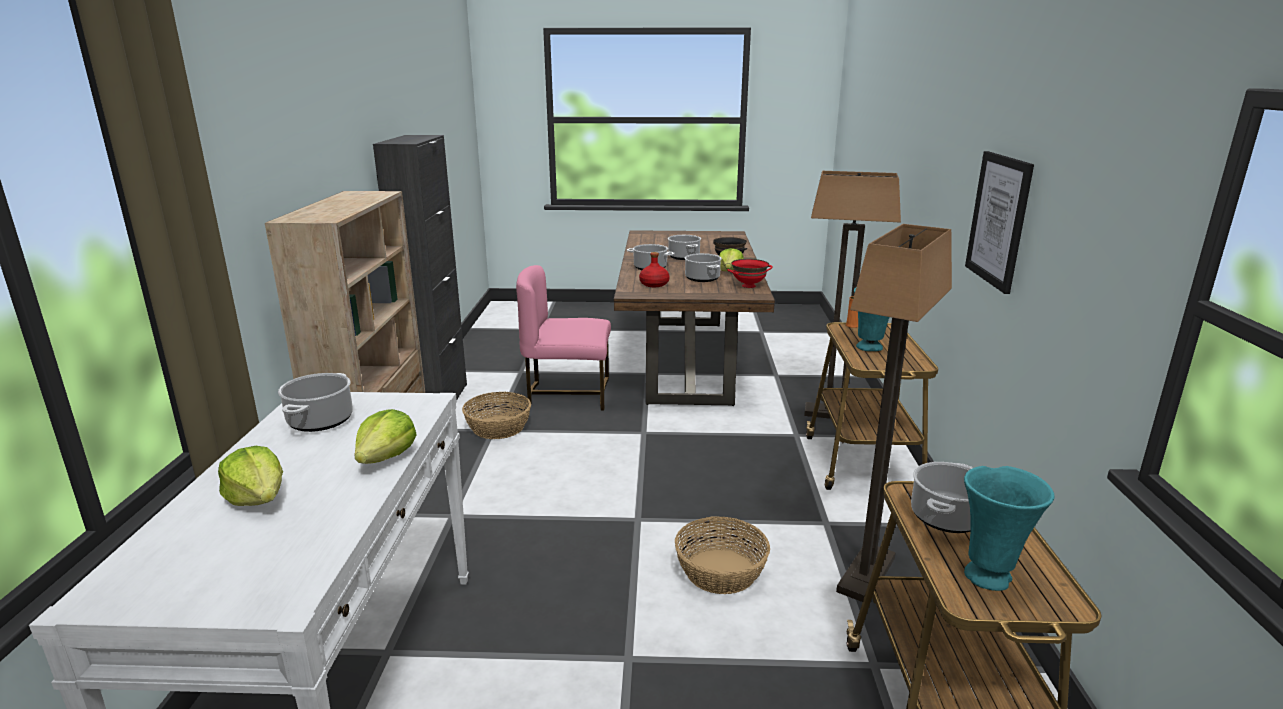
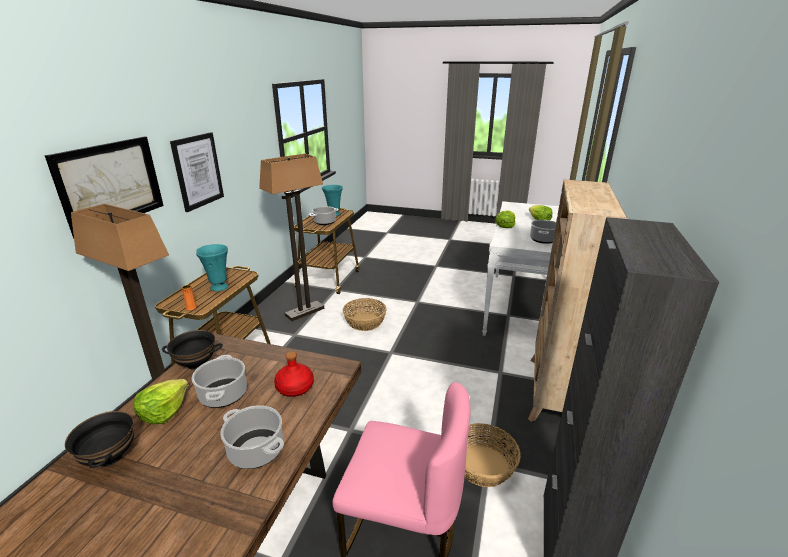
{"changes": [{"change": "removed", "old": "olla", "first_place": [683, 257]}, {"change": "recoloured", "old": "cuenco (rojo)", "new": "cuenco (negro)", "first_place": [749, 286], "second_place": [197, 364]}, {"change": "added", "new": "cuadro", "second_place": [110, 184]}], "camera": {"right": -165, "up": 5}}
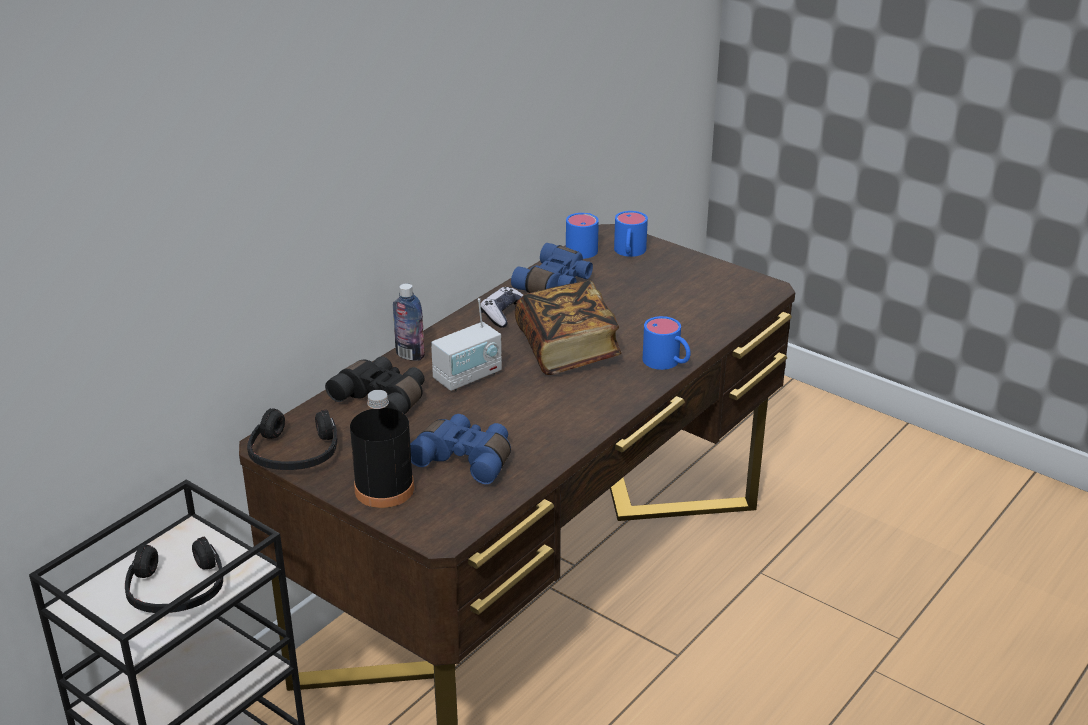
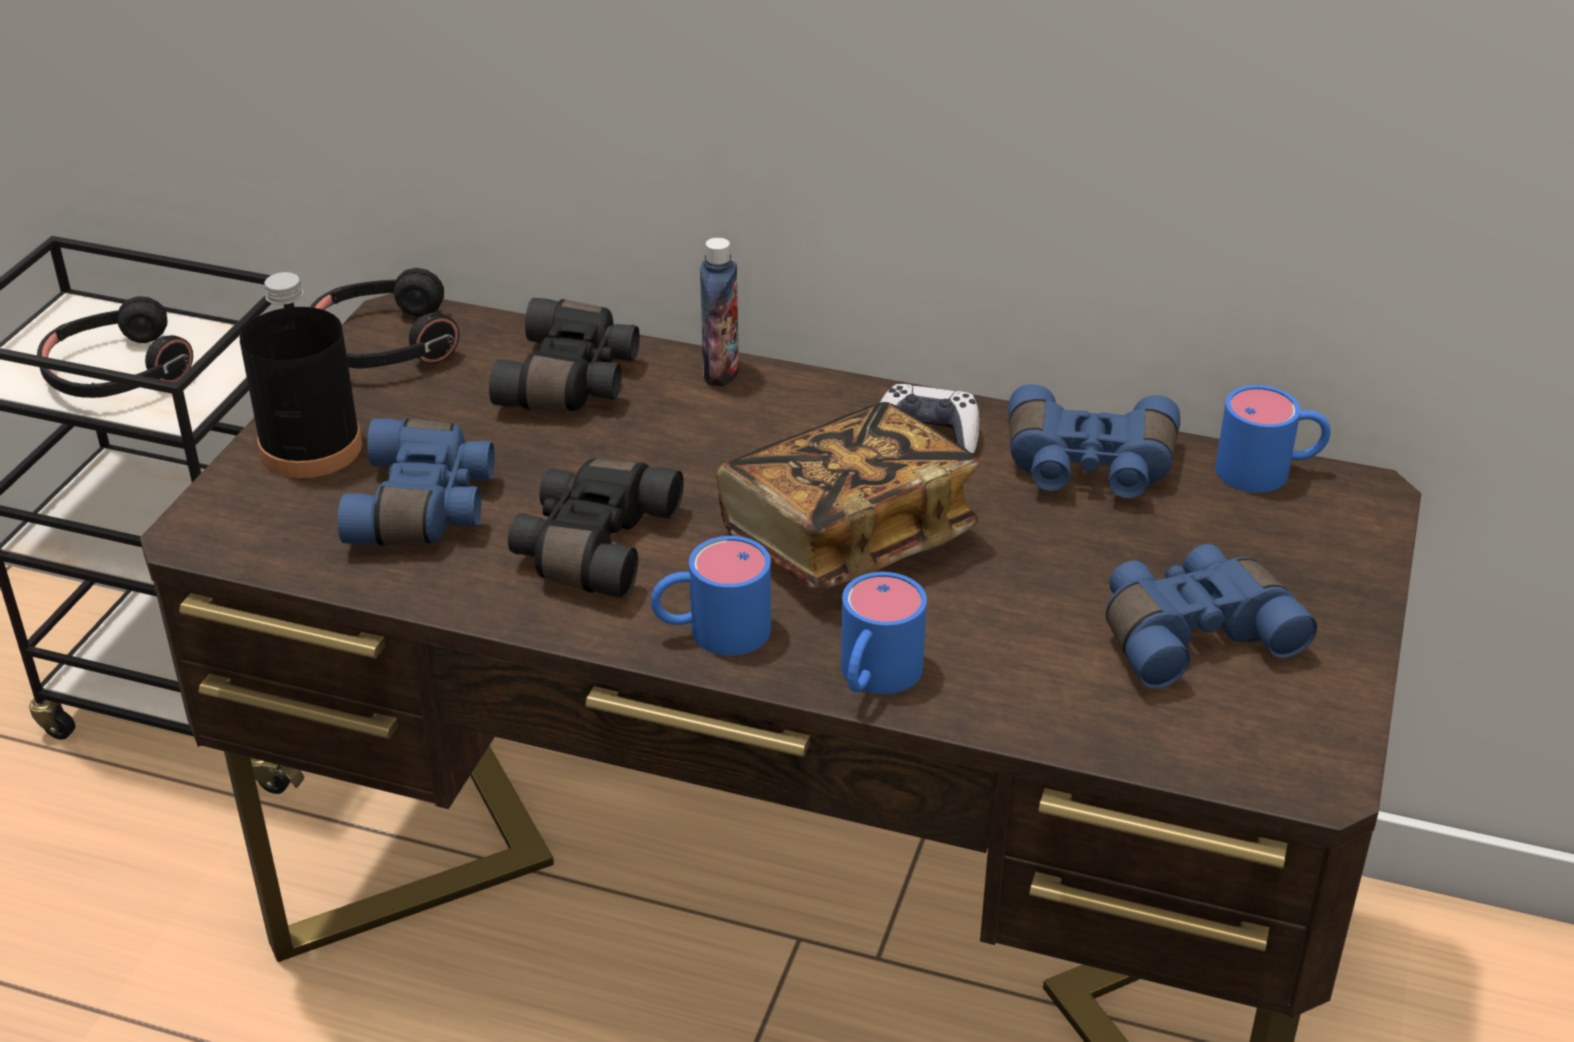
{"changes": [{"change": "moved", "old": "taza grande (azul)", "first_place": [629, 252], "second_place": [711, 631]}, {"change": "removed", "old": "radio", "first_place": [468, 376]}, {"change": "added", "new": "prismáticos (negro)", "second_place": [592, 545]}, {"change": "added", "new": "prismáticos (azul)", "second_place": [1192, 633]}], "camera": {"right": 70, "up": 5}}
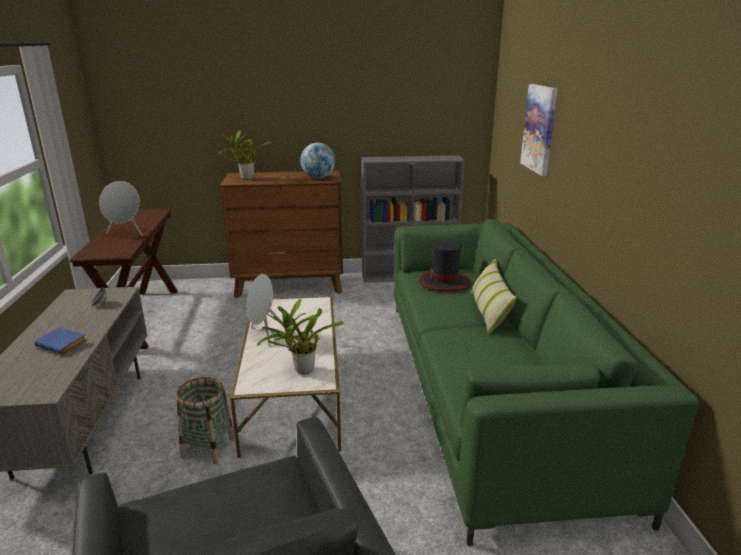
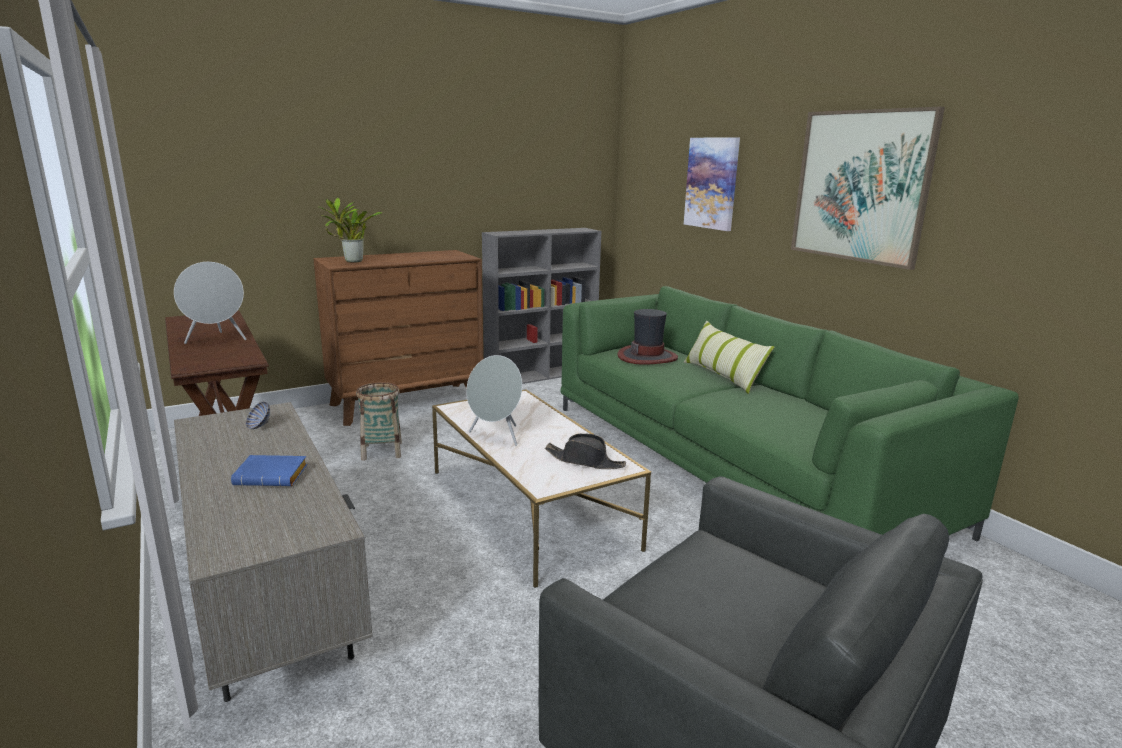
{"changes": [{"change": "removed", "old": "globo terráqueo", "first_place": [318, 178]}, {"change": "replaced", "old": "planta en maceta", "new": "sombrero (negro)", "first_place": [301, 370], "second_place": [585, 461]}, {"change": "moved", "old": "cesta", "first_place": [208, 447], "second_place": [382, 451]}, {"change": "added", "new": "cuadro", "second_place": [861, 186]}], "camera": {"right": -25, "up": -5}}
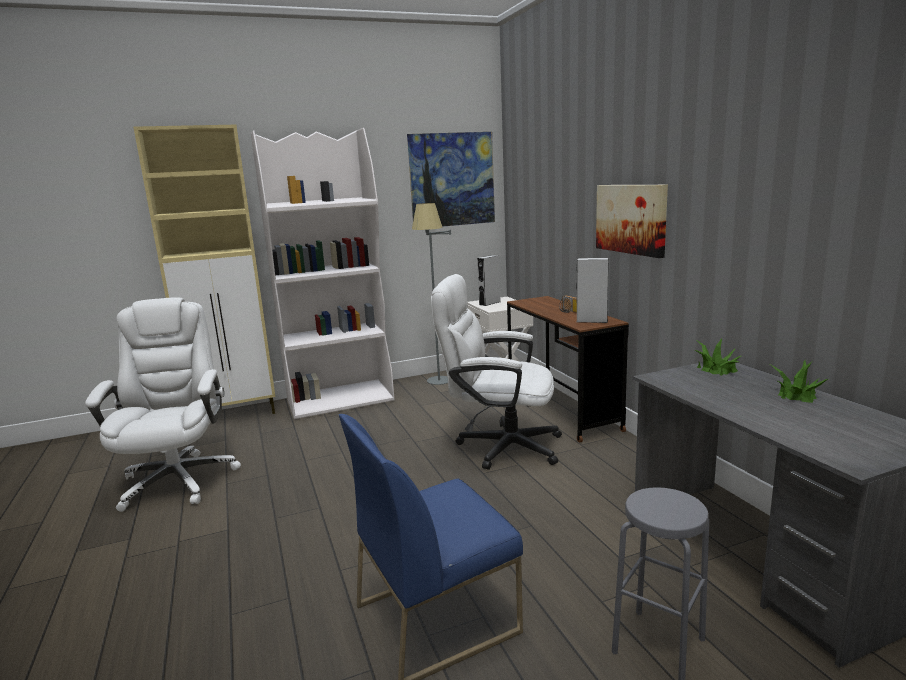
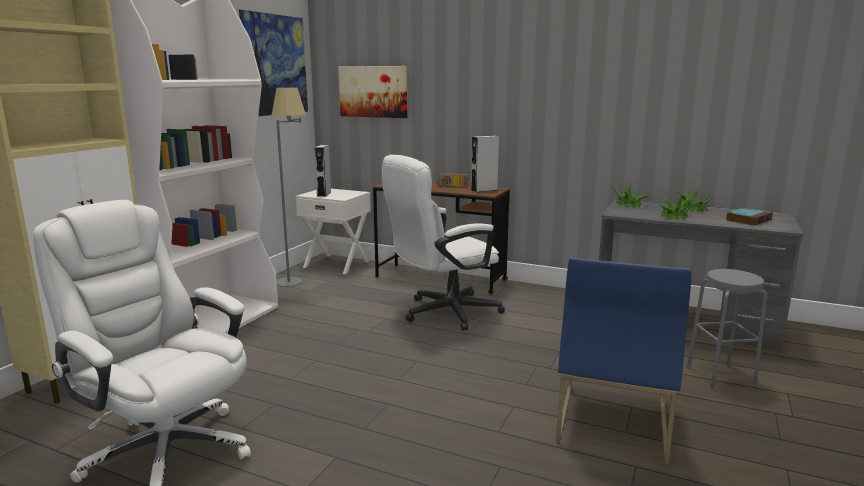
{"changes": [{"change": "moved", "old": "cuadro", "first_place": [631, 219], "second_place": [373, 91]}, {"change": "added", "new": "planta en maceta", "second_place": [674, 216]}, {"change": "added", "new": "libro", "second_place": [748, 220]}], "camera": {"right": -45, "up": 0}}
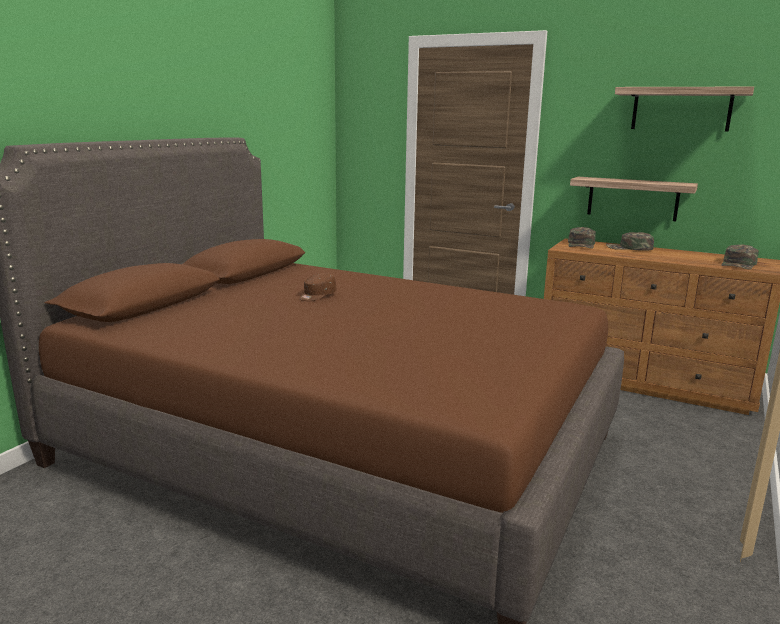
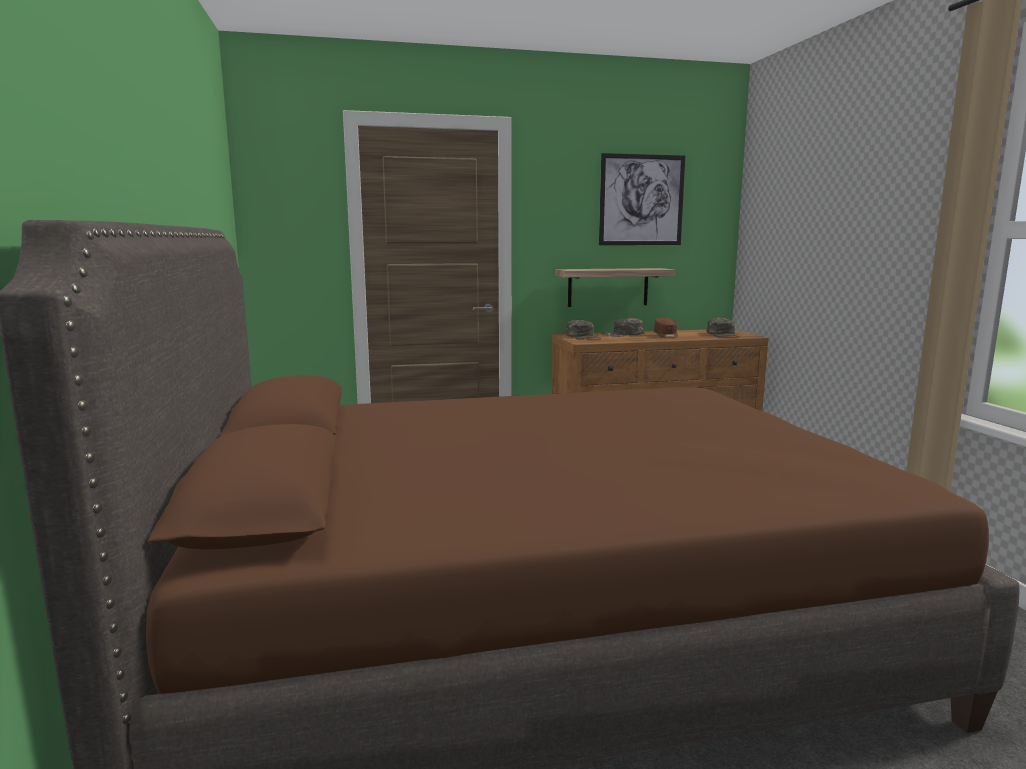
{"changes": [{"change": "replaced", "old": "estante", "new": "cuadro", "first_place": [681, 109], "second_place": [641, 200]}, {"change": "moved", "old": "gorra (marrón)", "first_place": [317, 296], "second_place": [666, 336]}], "camera": {"right": -40, "up": -5}}
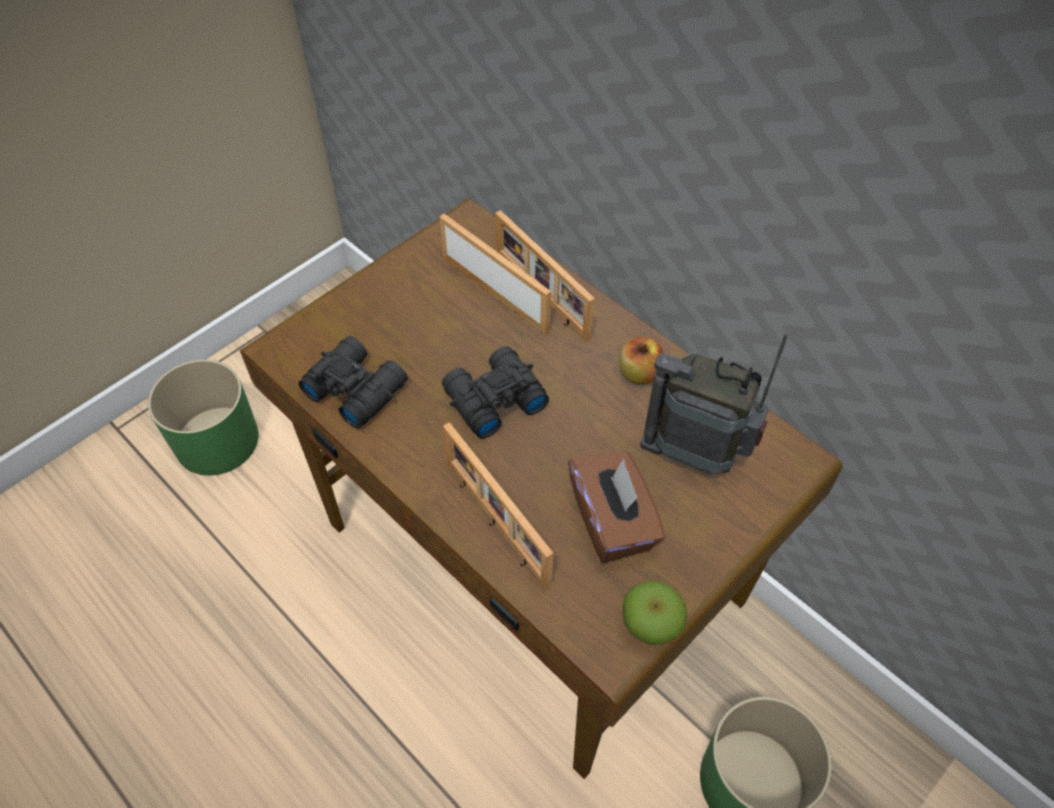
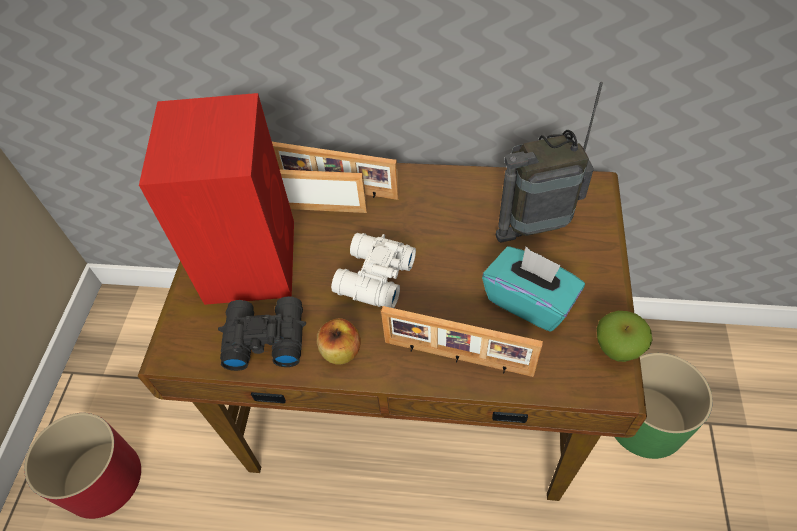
{"changes": [{"change": "moved", "old": "manzana", "first_place": [639, 373], "second_place": [341, 351]}, {"change": "recoloured", "old": "prismáticos (negro)", "new": "prismáticos (blanco)", "first_place": [492, 399], "second_place": [373, 278]}, {"change": "recoloured", "old": "maceta (verde)", "new": "maceta (rojo)", "first_place": [217, 440], "second_place": [103, 478]}, {"change": "recoloured", "old": "caja de pañuelos (marrón)", "new": "caja de pañuelos (turquesa)", "first_place": [613, 521], "second_place": [529, 301]}, {"change": "added", "new": "altavoz (rojo)", "second_place": [251, 258]}], "camera": {"right": -35, "up": 0}}
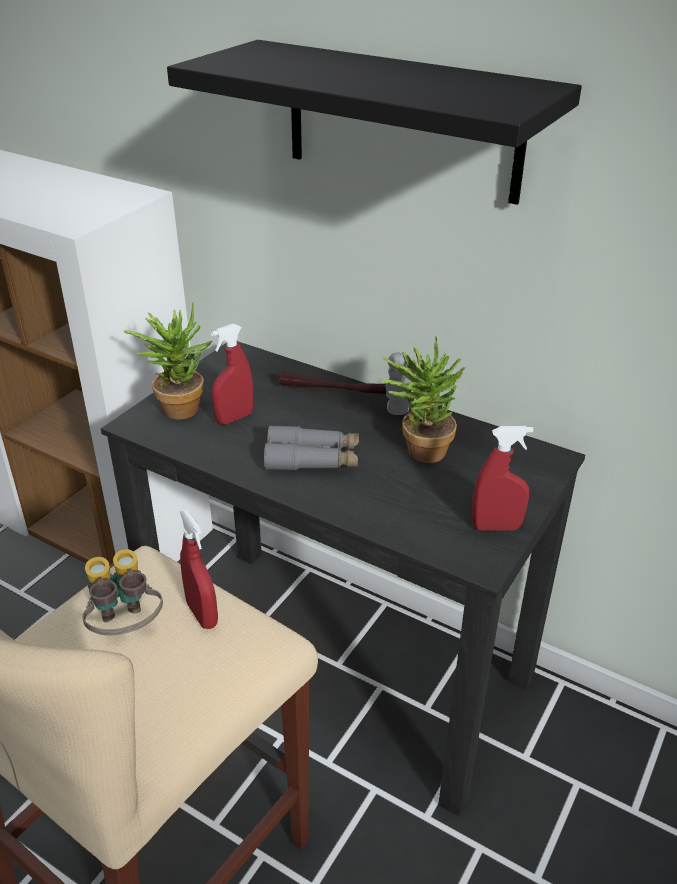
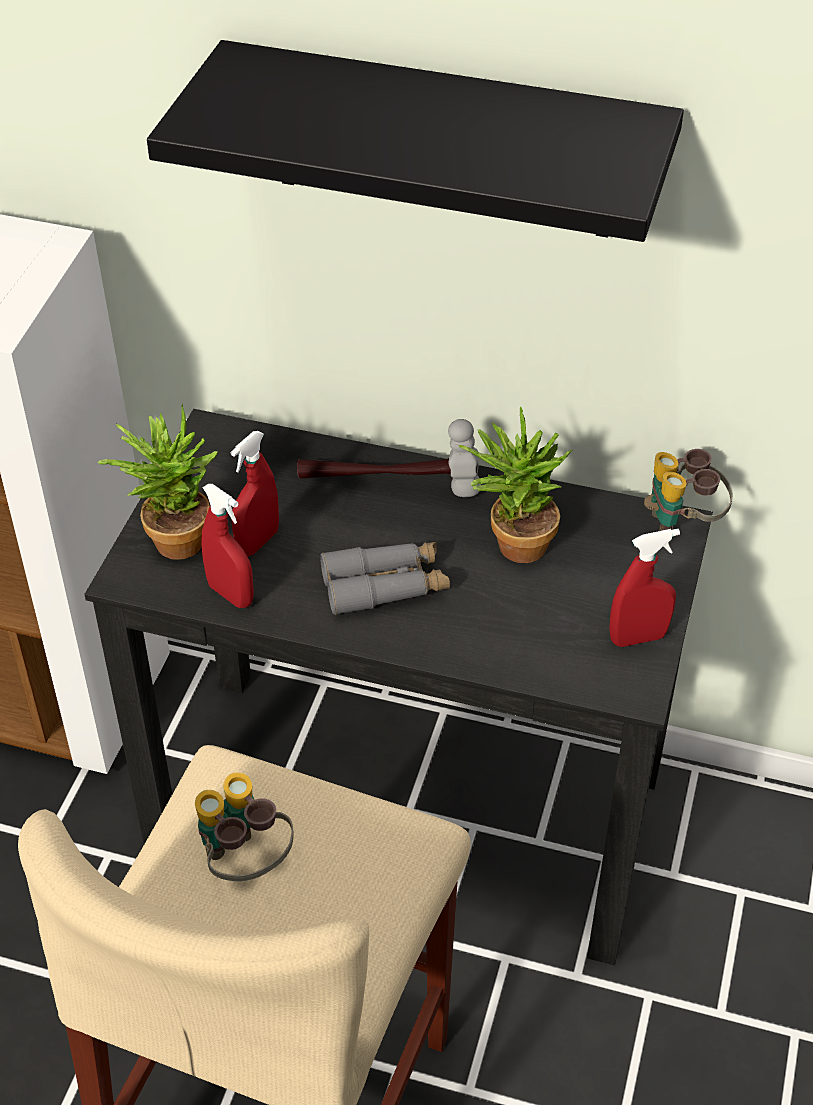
{"changes": [{"change": "moved", "old": "pulverizador (rojo)", "first_place": [202, 614], "second_place": [230, 594]}, {"change": "added", "new": "prismáticos", "second_place": [682, 523]}], "camera": {"right": -15, "up": 10}}
